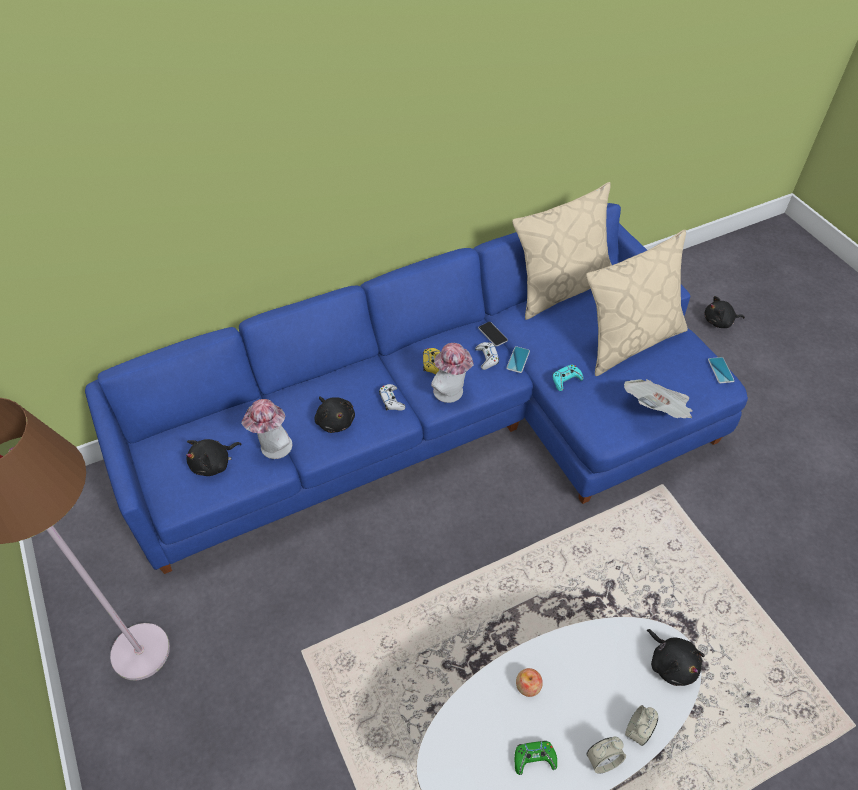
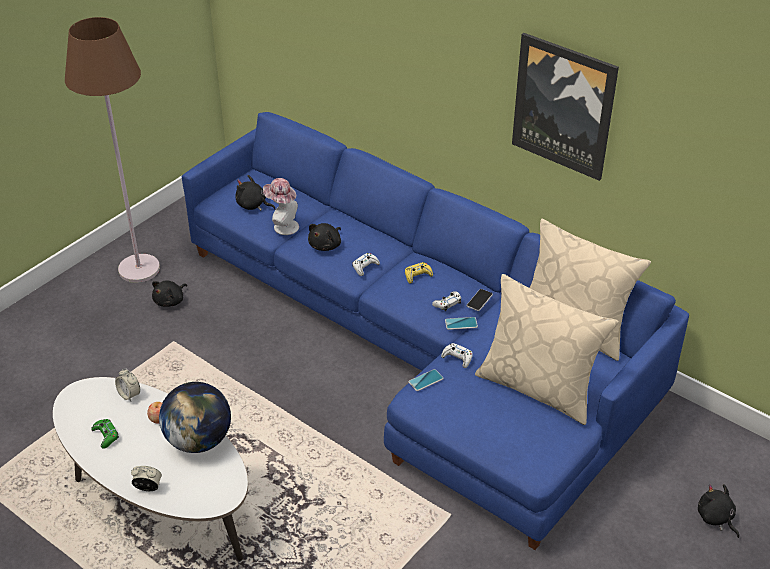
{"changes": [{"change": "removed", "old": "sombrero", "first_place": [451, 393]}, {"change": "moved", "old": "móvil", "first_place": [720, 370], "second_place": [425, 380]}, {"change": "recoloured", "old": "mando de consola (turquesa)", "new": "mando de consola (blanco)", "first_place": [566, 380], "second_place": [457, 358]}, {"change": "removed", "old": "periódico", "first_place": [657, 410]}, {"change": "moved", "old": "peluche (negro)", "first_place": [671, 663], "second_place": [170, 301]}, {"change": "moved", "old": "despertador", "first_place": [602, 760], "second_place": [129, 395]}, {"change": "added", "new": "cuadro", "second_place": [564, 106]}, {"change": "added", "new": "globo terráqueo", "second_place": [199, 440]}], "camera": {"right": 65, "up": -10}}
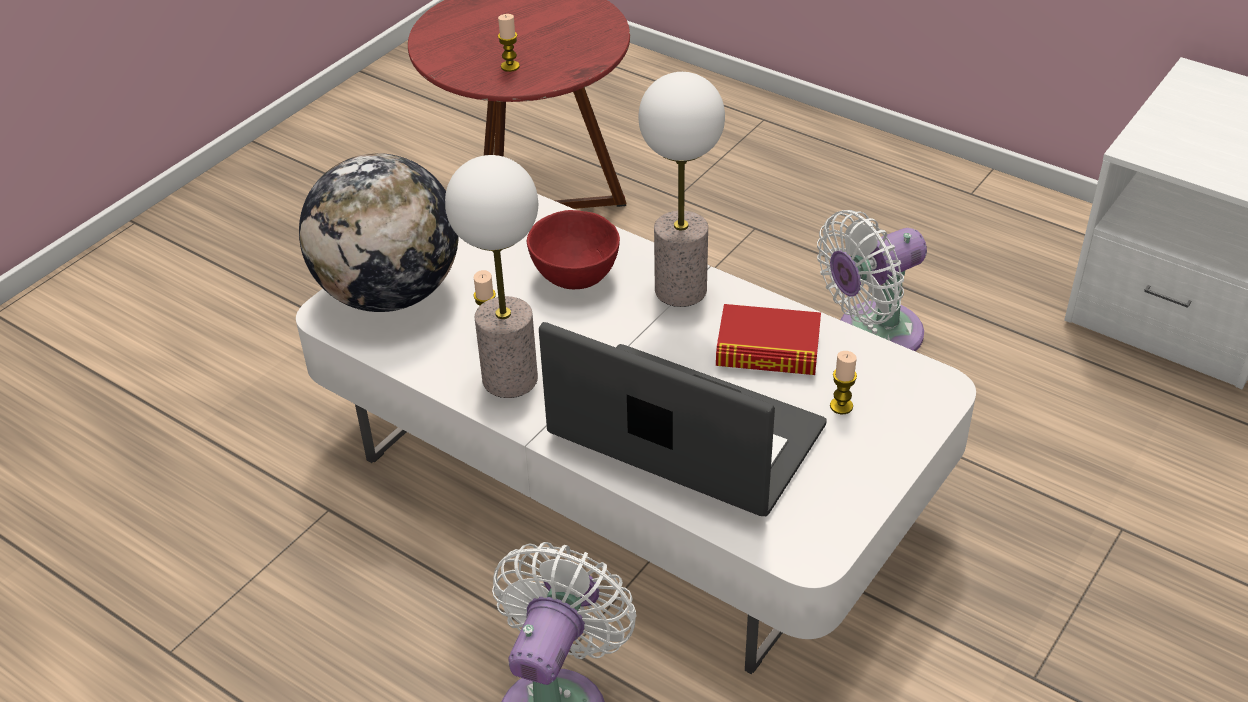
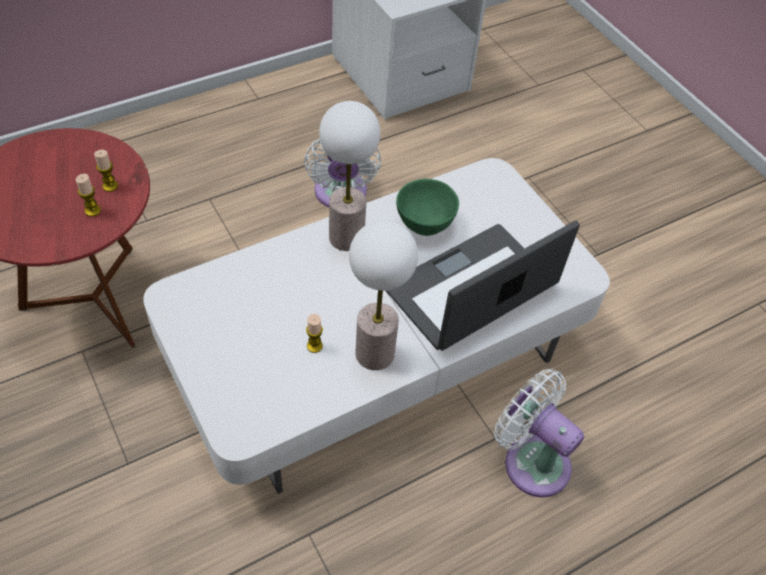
{"changes": [{"change": "removed", "old": "globo terráqueo", "first_place": [390, 293]}, {"change": "removed", "old": "cuenco (rojo)", "first_place": [574, 276]}, {"change": "replaced", "old": "libro", "new": "cuenco (verde)", "first_place": [768, 350], "second_place": [425, 223]}, {"change": "moved", "old": "vela", "first_place": [841, 406], "second_place": [110, 186]}], "camera": {"right": -70, "up": 10}}
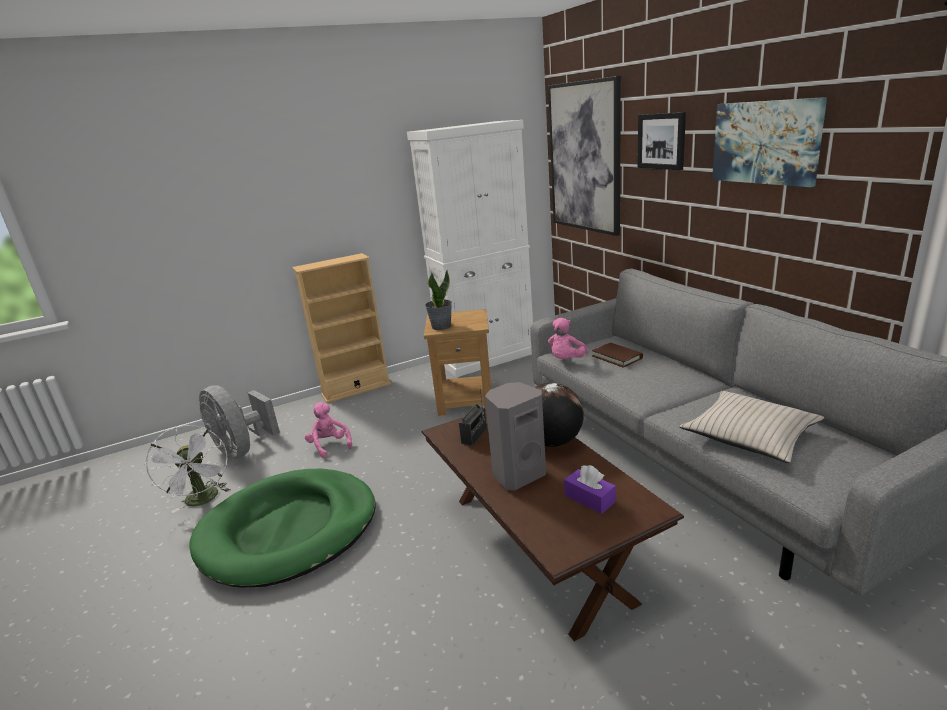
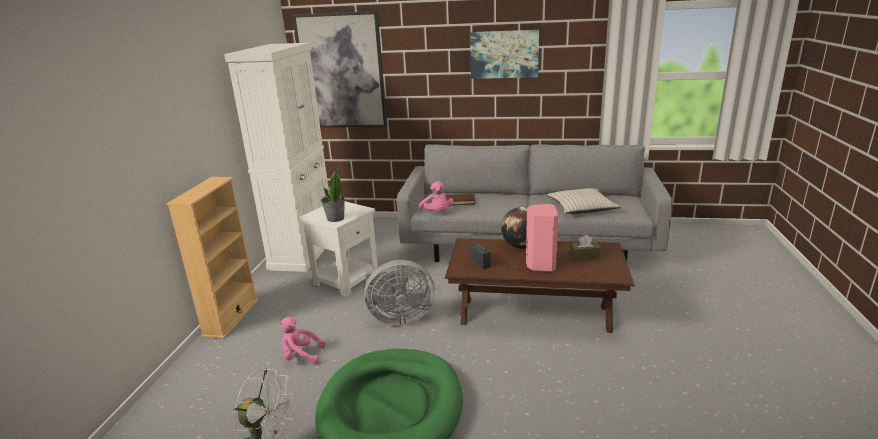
{"changes": [{"change": "removed", "old": "cuadro", "first_place": [661, 141]}, {"change": "recoloured", "old": "mesa auxiliar (marrón)", "new": "mesa auxiliar (blanco)", "first_place": [466, 400], "second_place": [346, 280]}, {"change": "recoloured", "old": "altavoz (gris)", "new": "altavoz (rosa)", "first_place": [518, 475], "second_place": [540, 265]}, {"change": "moved", "old": "ventilador (gris)", "first_place": [242, 449], "second_place": [399, 318]}, {"change": "recoloured", "old": "caja de pañuelos (morado)", "new": "caja de pañuelos (marrón)", "first_place": [589, 498], "second_place": [584, 256]}], "camera": {"right": -55, "up": 0}}
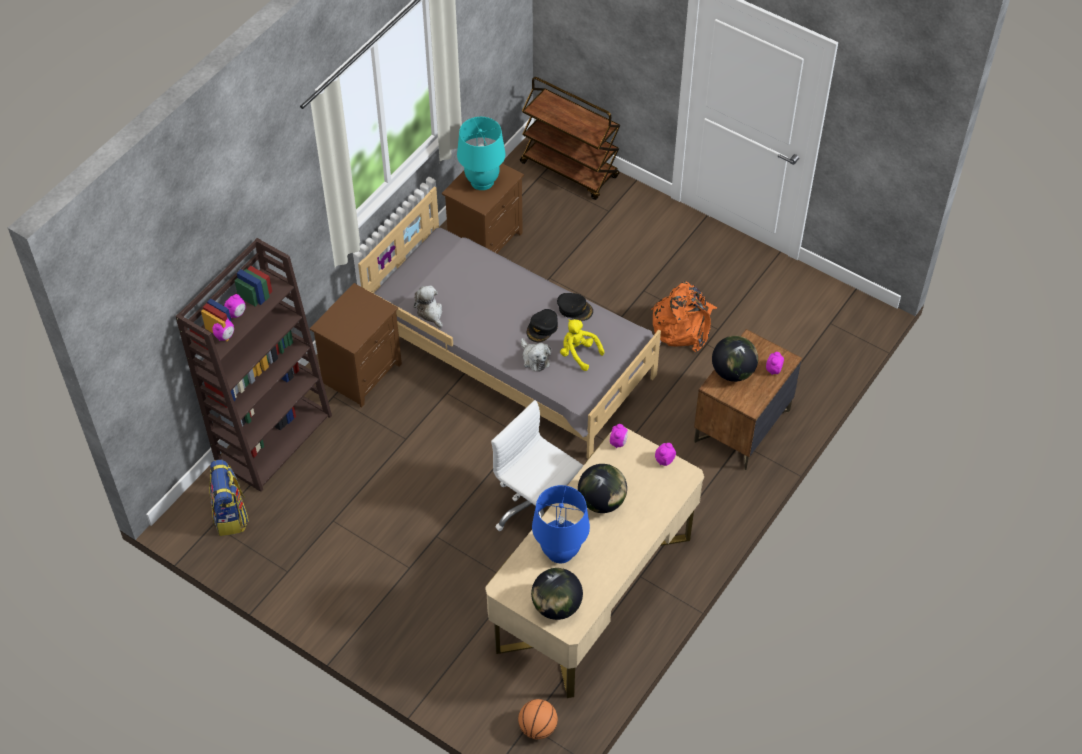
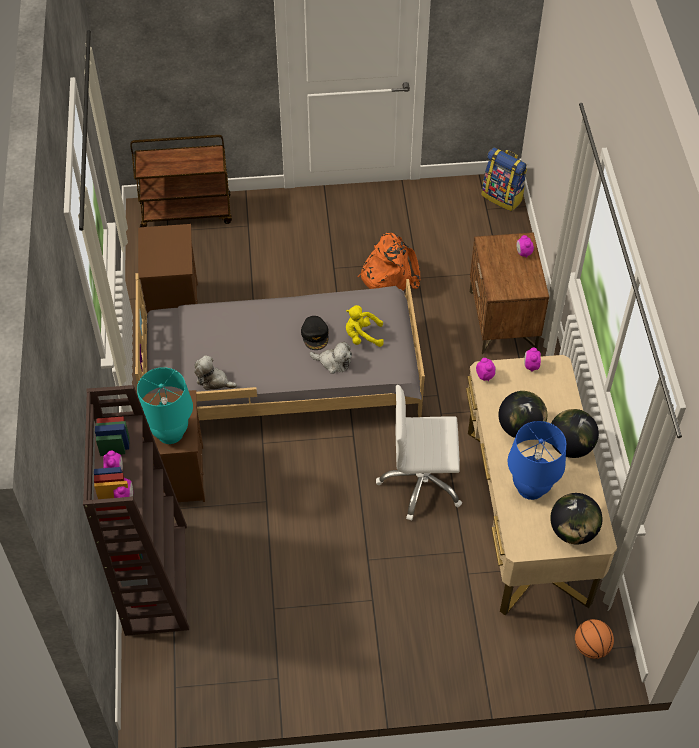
{"changes": [{"change": "moved", "old": "lámpara de mesa (turquesa)", "first_place": [482, 181], "second_place": [170, 433]}, {"change": "removed", "old": "gorra (negro)", "first_place": [575, 308]}, {"change": "moved", "old": "globo terráqueo", "first_place": [733, 372], "second_place": [570, 446]}, {"change": "moved", "old": "mochila", "first_place": [231, 515], "second_place": [503, 197]}], "camera": {"right": -40, "up": 0}}
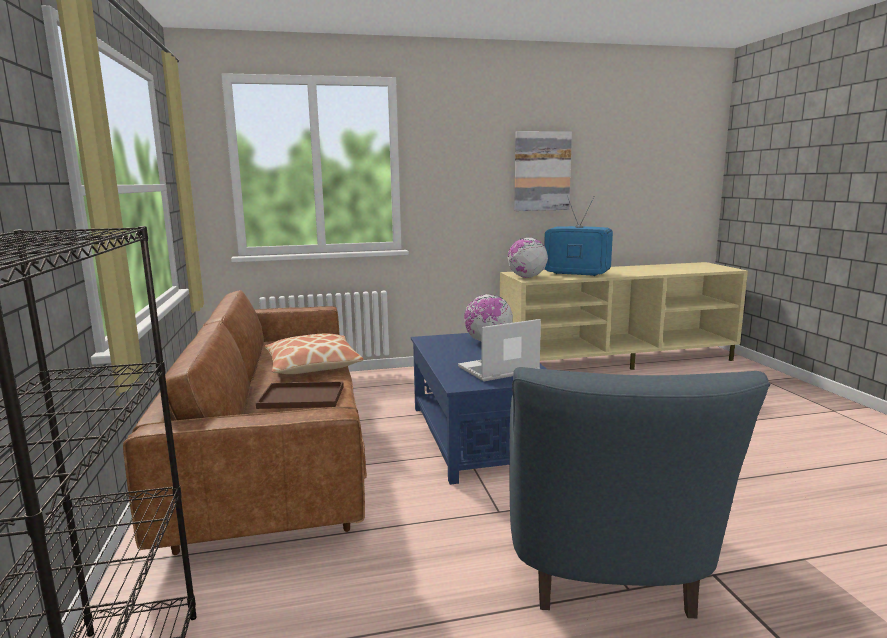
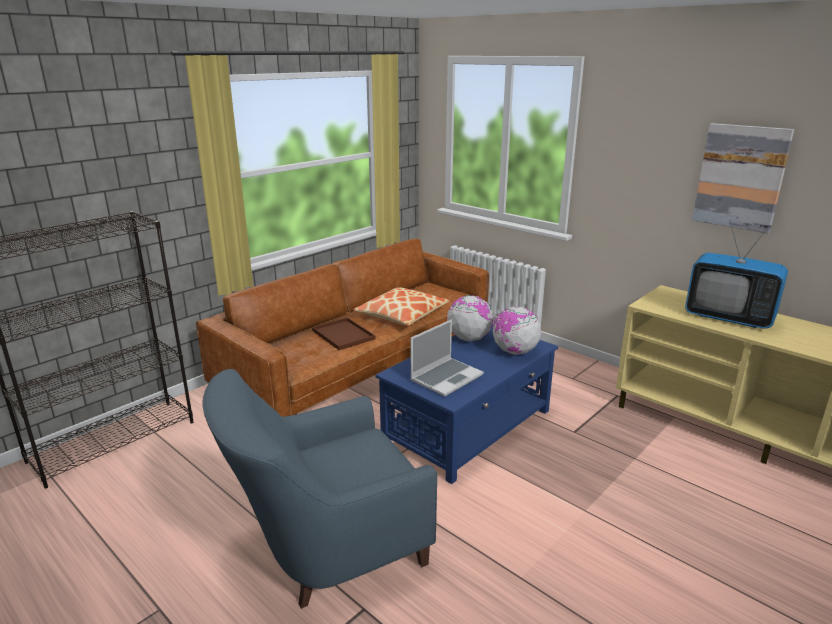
{"changes": [{"change": "turned", "old": "televisor", "first_place": [576, 274], "second_place": [729, 318], "degrees": 135}, {"change": "moved", "old": "globo terráqueo", "first_place": [527, 277], "second_place": [469, 338]}, {"change": "turned", "old": "portátil", "first_place": [498, 370], "second_place": [446, 377], "degrees": 105}], "camera": {"right": 55, "up": 10}}
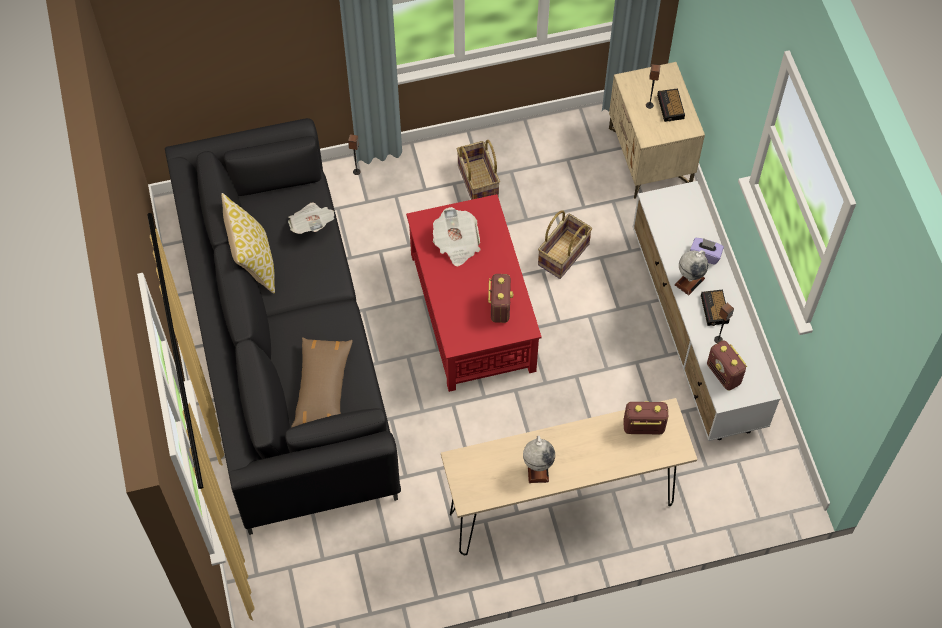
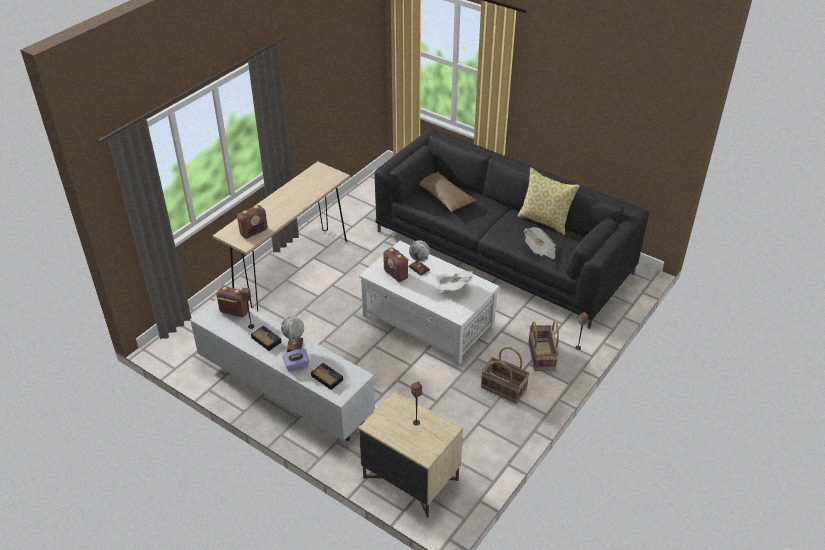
{"changes": [{"change": "moved", "old": "despertador", "first_place": [670, 107], "second_place": [326, 377]}, {"change": "recoloured", "old": "mesa de centro (rojo)", "new": "mesa de centro (blanco)", "first_place": [472, 311], "second_place": [428, 322]}, {"change": "moved", "old": "cesta", "first_place": [564, 255], "second_place": [541, 356]}, {"change": "moved", "old": "globo terráqueo", "first_place": [537, 469], "second_place": [419, 268]}], "camera": {"right": 140, "up": -20}}
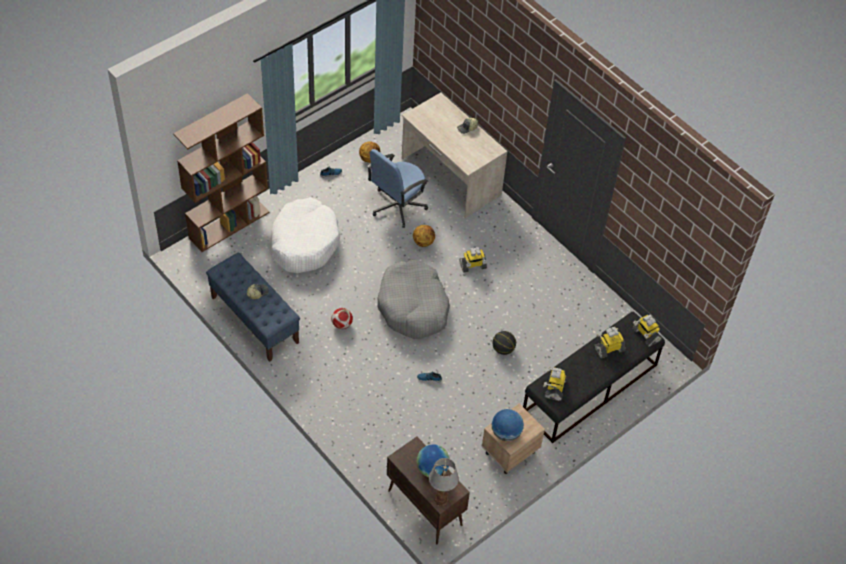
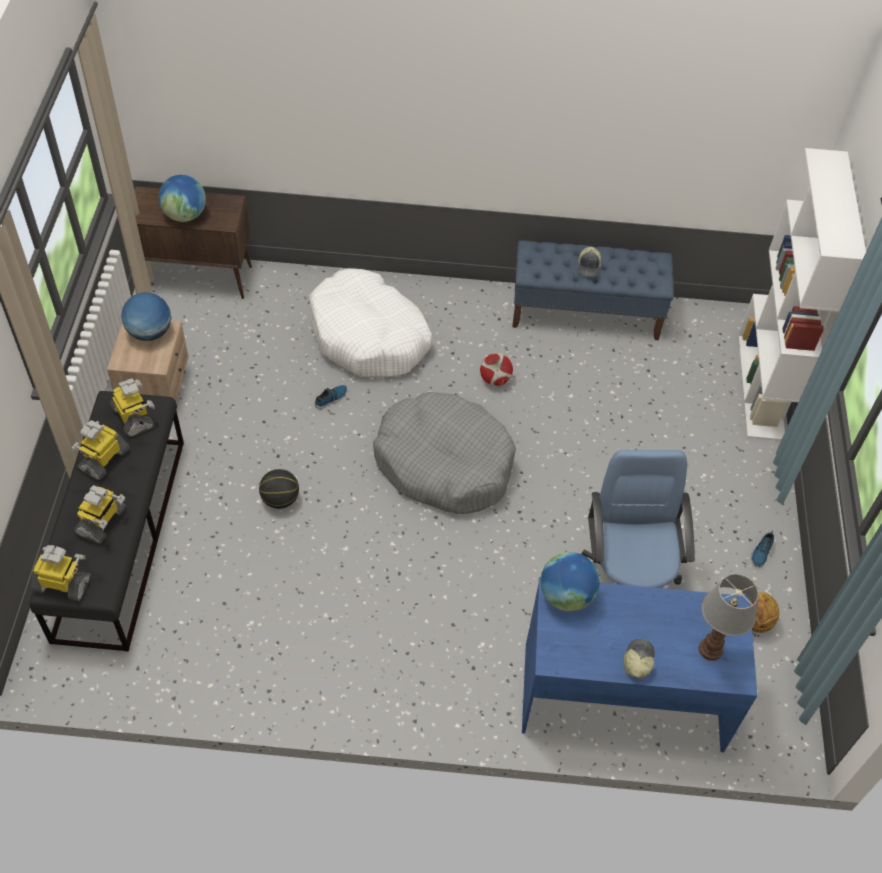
{"changes": [{"change": "recoloured", "old": "escritorio (beis)", "new": "escritorio (azul)", "first_place": [450, 177], "second_place": [622, 695]}, {"change": "recoloured", "old": "estantería (marrón)", "new": "estantería (blanco)", "first_place": [229, 224], "second_place": [761, 387]}, {"change": "moved", "old": "cama para perro (blanco)", "first_place": [304, 242], "second_place": [369, 336]}, {"change": "removed", "old": "balón de baloncesto", "first_place": [423, 242]}, {"change": "moved", "old": "robot de juguete", "first_place": [472, 266], "second_place": [104, 459]}, {"change": "moved", "old": "lámpara de mesa", "first_place": [441, 500], "second_place": [709, 649]}, {"change": "added", "new": "globo terráqueo", "second_place": [566, 596]}], "camera": {"right": 135, "up": 0}}
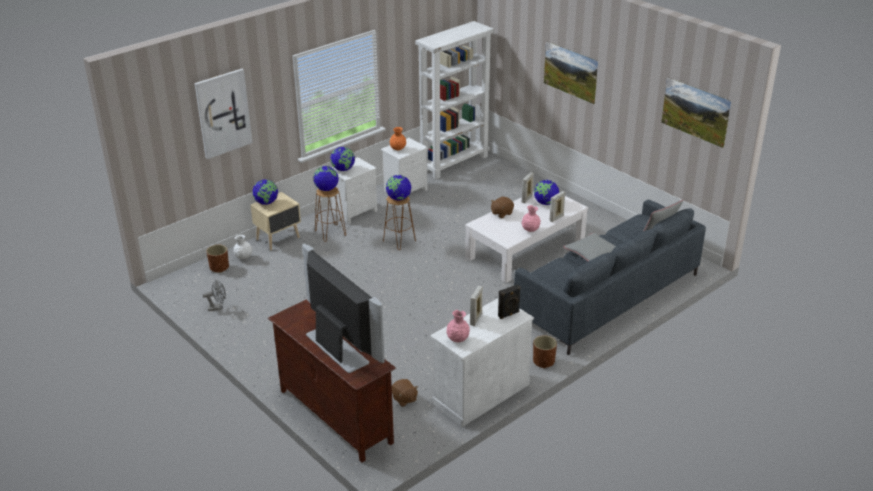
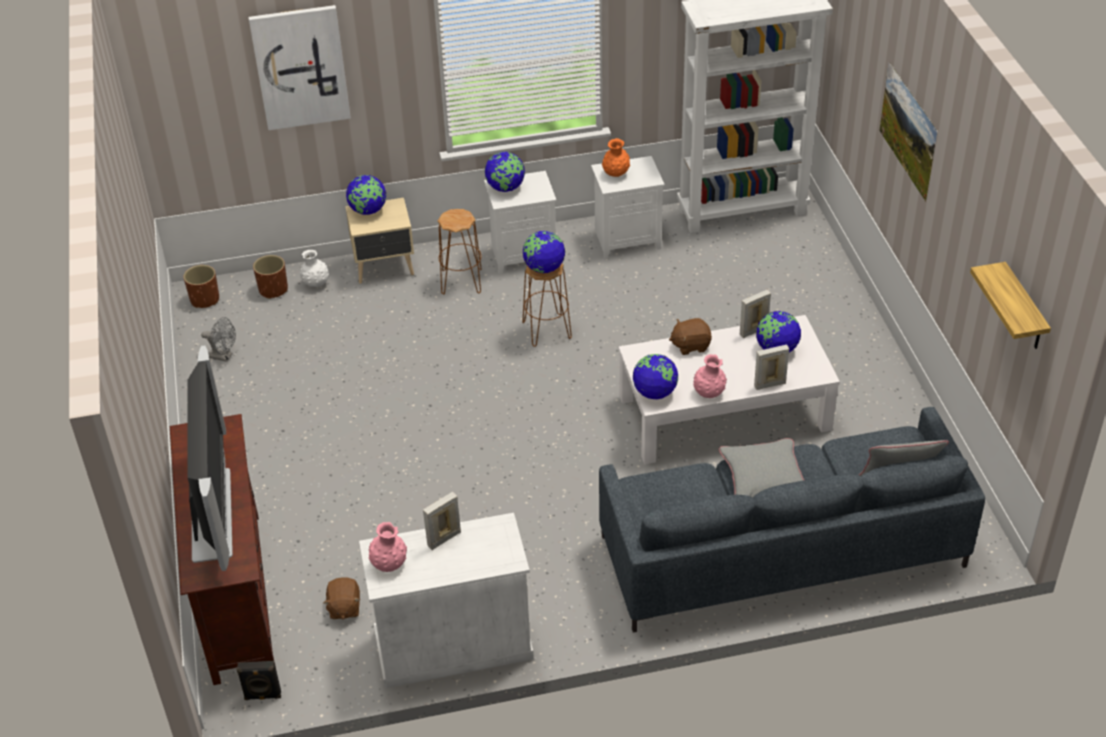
{"changes": [{"change": "replaced", "old": "cuadro", "new": "estante", "first_place": [693, 123], "second_place": [1024, 309]}, {"change": "moved", "old": "globo terráqueo", "first_place": [326, 189], "second_place": [655, 393]}, {"change": "moved", "old": "altavoz (negro)", "first_place": [509, 314], "second_place": [263, 696]}, {"change": "moved", "old": "maceta (marrón)", "first_place": [543, 361], "second_place": [205, 299]}], "camera": {"right": 30, "up": 10}}
